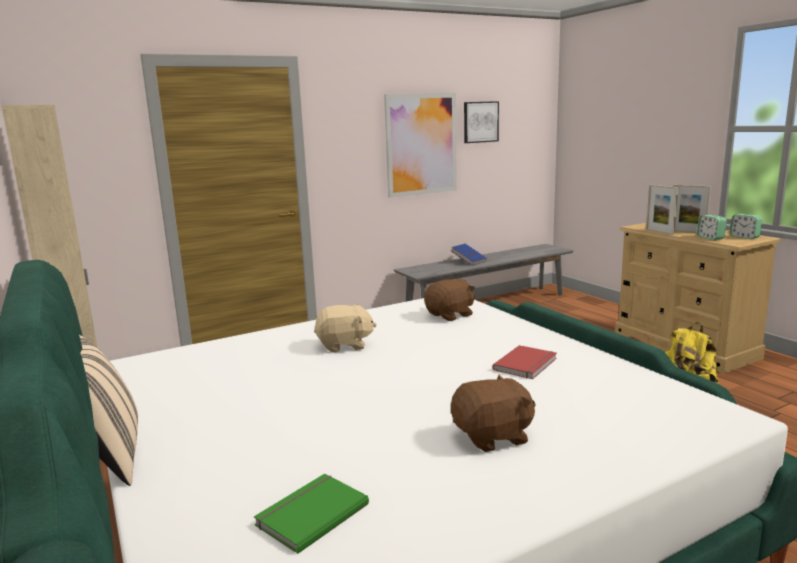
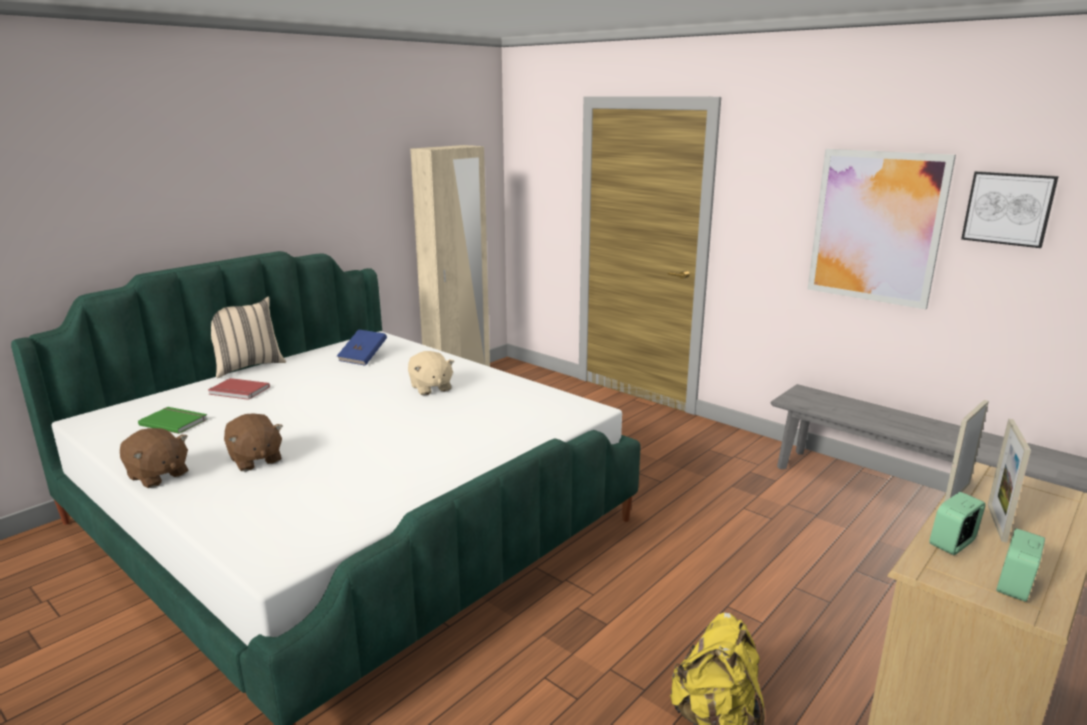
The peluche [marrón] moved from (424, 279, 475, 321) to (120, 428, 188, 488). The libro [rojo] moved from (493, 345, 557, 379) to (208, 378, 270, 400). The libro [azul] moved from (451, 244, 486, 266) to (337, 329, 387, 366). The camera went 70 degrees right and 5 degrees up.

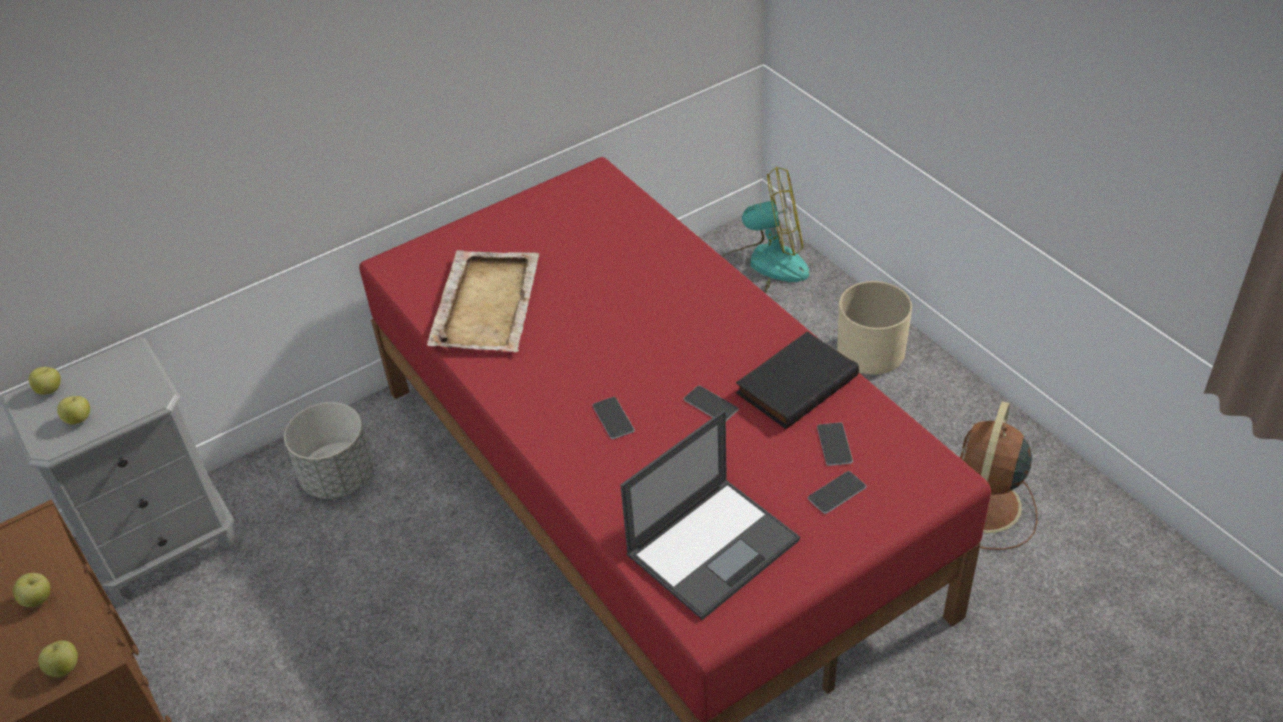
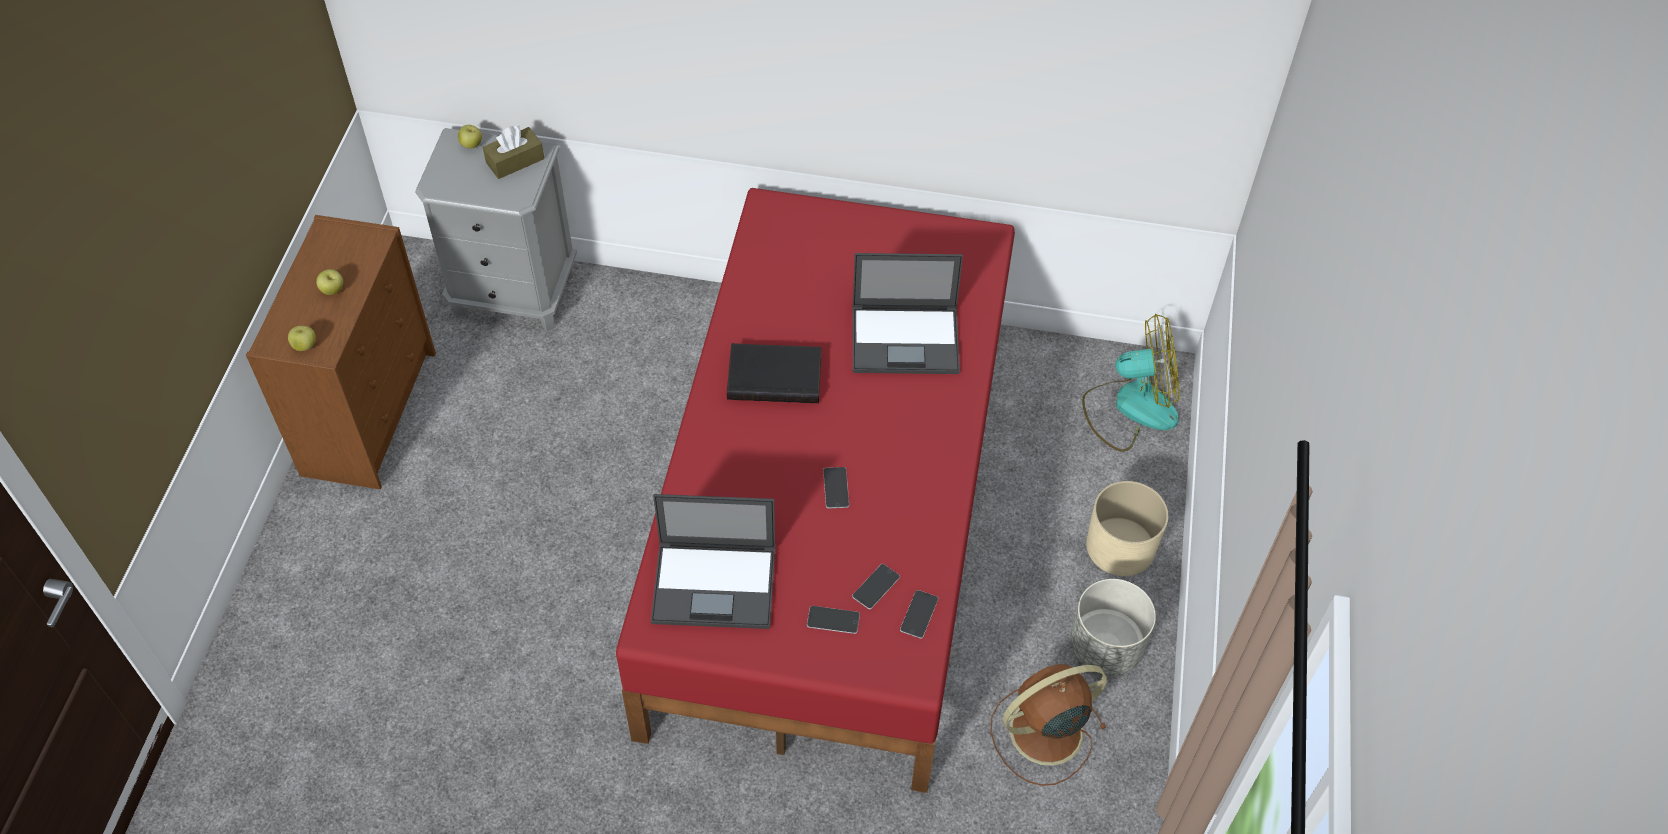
The caja de pañuelos [marrón] at (483, 126, 545, 179) appeared. The libro [negro] moved from (736, 331, 859, 429) to (727, 343, 821, 403). The portátil at (852, 253, 963, 374) appeared. The móvil moved from (592, 397, 635, 439) to (900, 590, 938, 639). The maceta [gris] moved from (284, 402, 374, 499) to (1070, 579, 1156, 675). The ventilador at (722, 167, 809, 294) turned 45 degrees counterclockwise. The manzana at (57, 396, 90, 425) disappeared. The bandeja [beis] at (427, 250, 540, 352) disappeared. The camera went 40 degrees right and 10 degrees up.

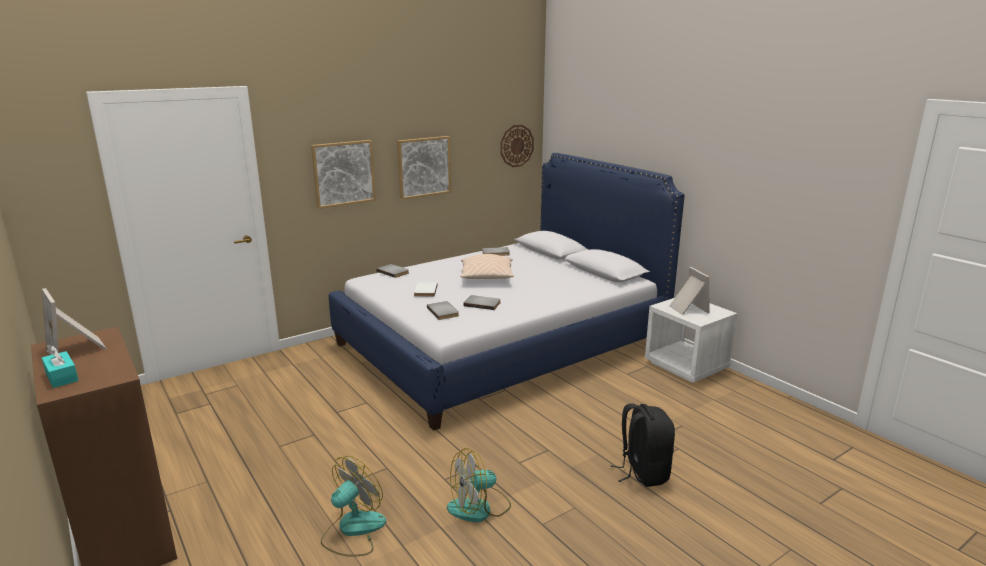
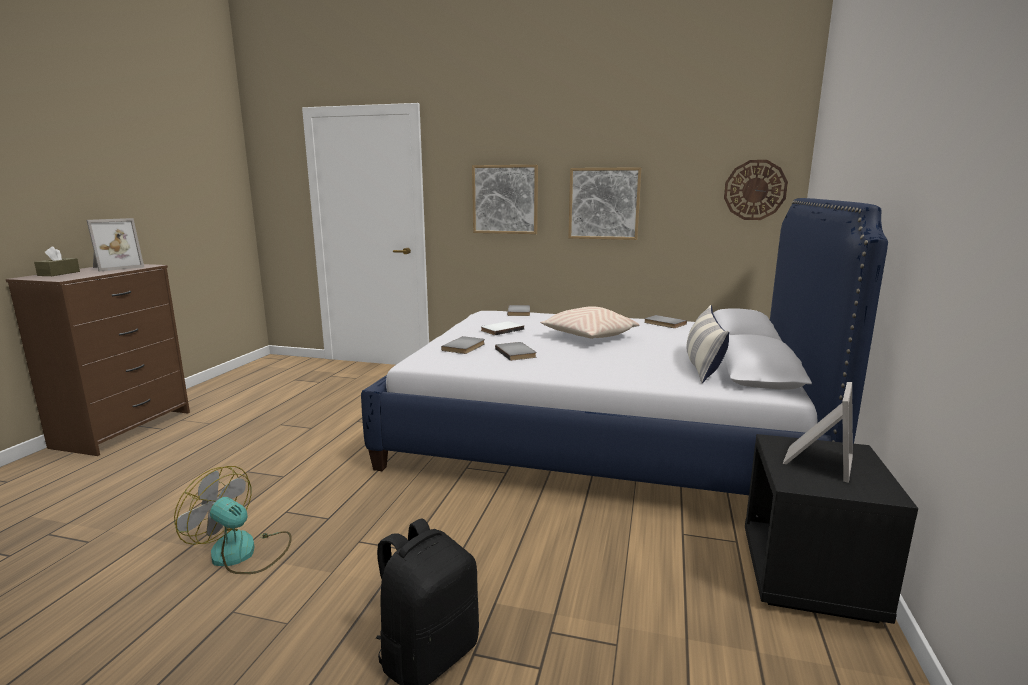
The caja de pañuelos [turquesa] at (42, 346, 79, 388) became the caja de pañuelos [marrón] at (34, 246, 80, 276). The portarretratos at (42, 288, 107, 355) turned 150 degrees counterclockwise. The cojín at (687, 305, 730, 383) appeared. The mesita de noche [blanco] at (645, 298, 737, 383) became the mesita de noche [negro] at (745, 434, 918, 624). The ventilador at (321, 456, 386, 557) disappeared. The camera went 50 degrees right and 5 degrees down.

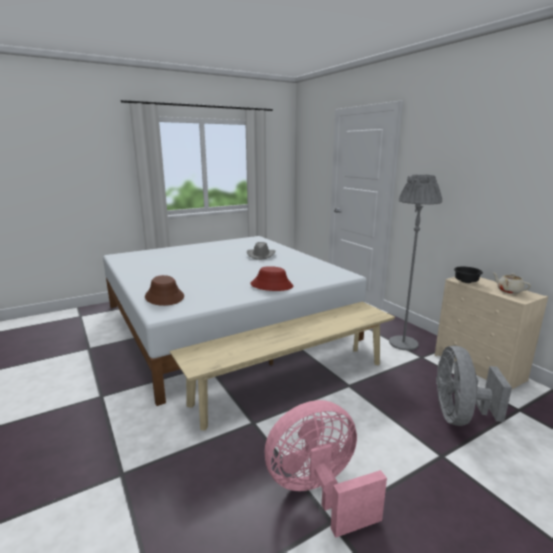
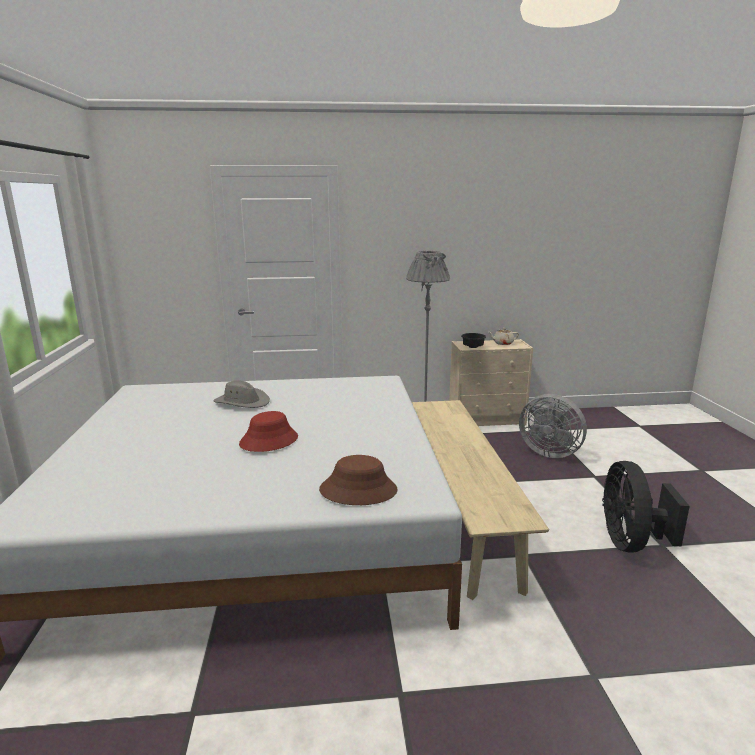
The sombrero [rojo] moved from (250, 266, 294, 291) to (239, 411, 298, 452). The ventilador [rosa] at (265, 400, 387, 538) became the ventilador [negro] at (602, 461, 690, 553). The camera went 65 degrees left and 0 degrees up.

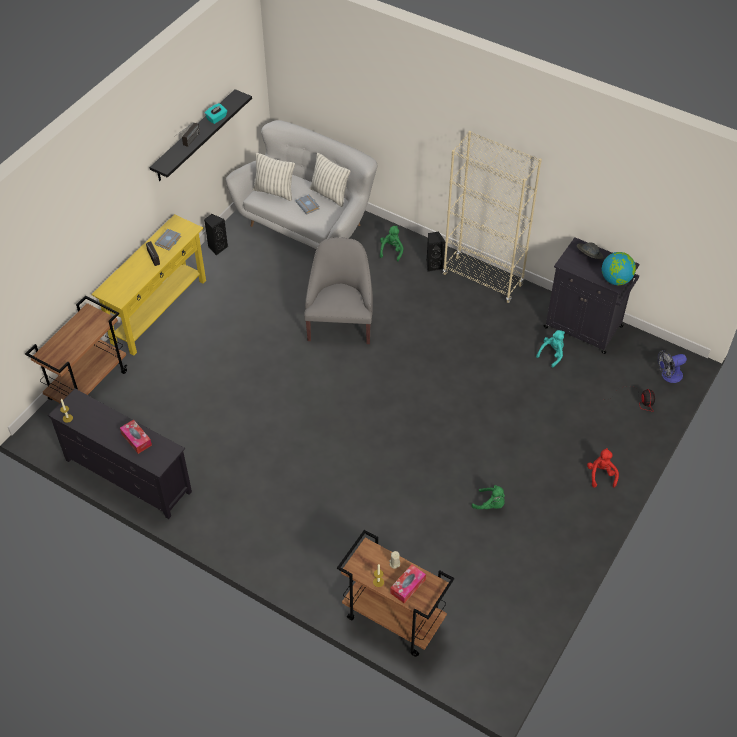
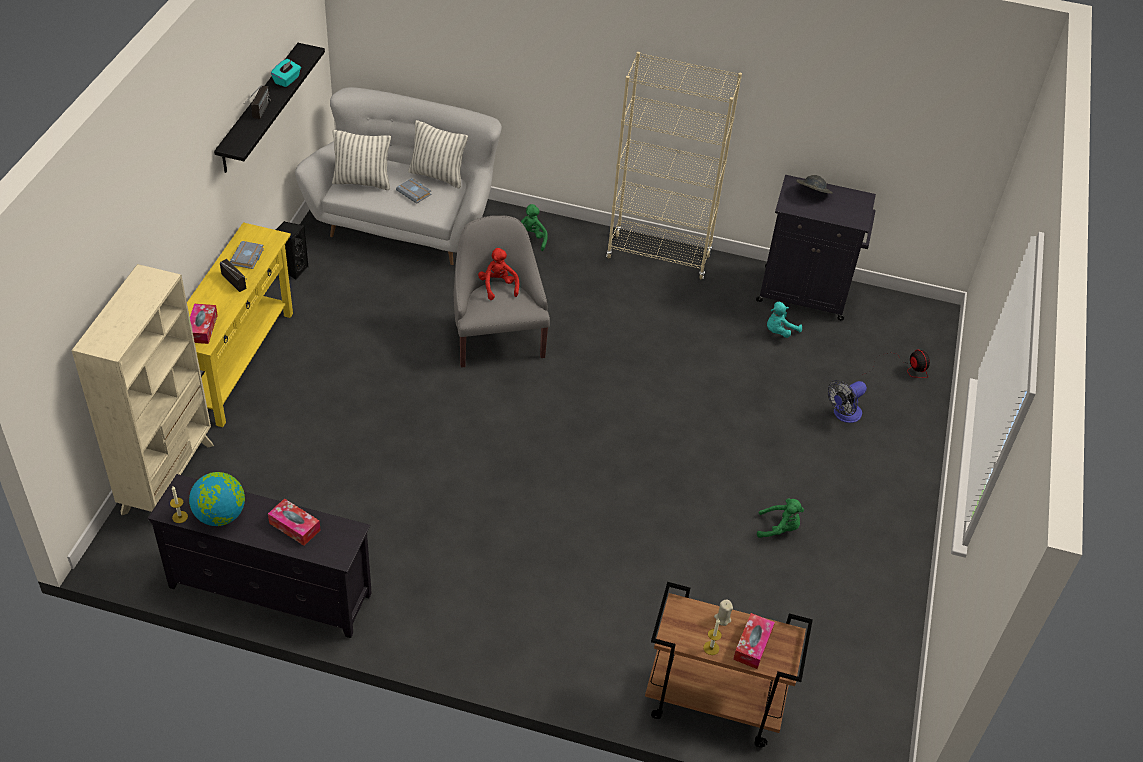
The carrito [marrón] at (25, 296, 128, 403) was replaced by the estantería [beis] at (72, 264, 214, 515). The globo terráqueo moved from (602, 252, 636, 285) to (189, 472, 245, 526). The caja de pañuelos at (190, 304, 218, 344) appeared. The peluche [rojo] moved from (587, 448, 619, 488) to (478, 248, 519, 300). The peluche [turquesa] at (536, 330, 565, 368) turned 150 degrees counterclockwise. The ventilador moved from (657, 350, 687, 383) to (828, 380, 867, 423). The altavoz [negro] at (426, 231, 445, 272) disappeared. The camera went 20 degrees left and 5 degrees down.

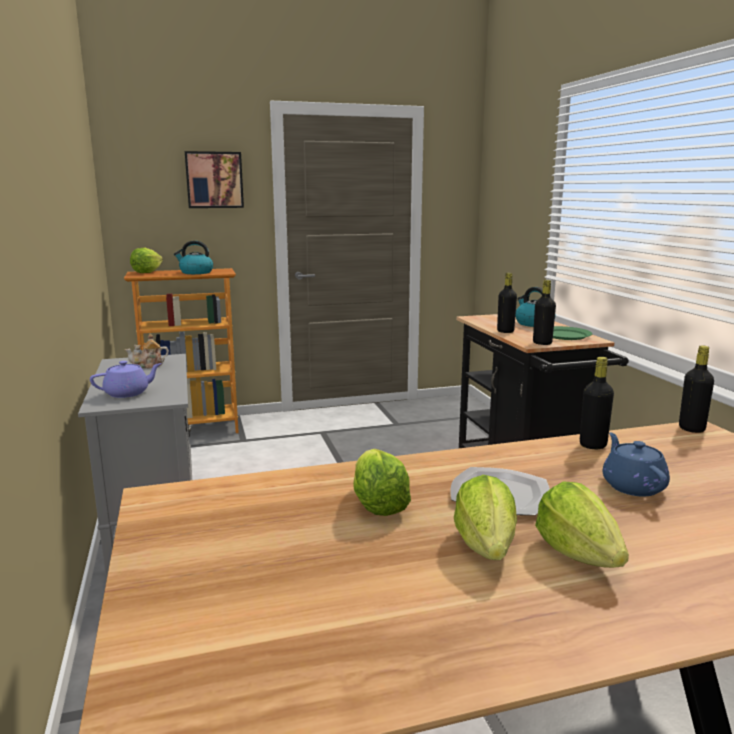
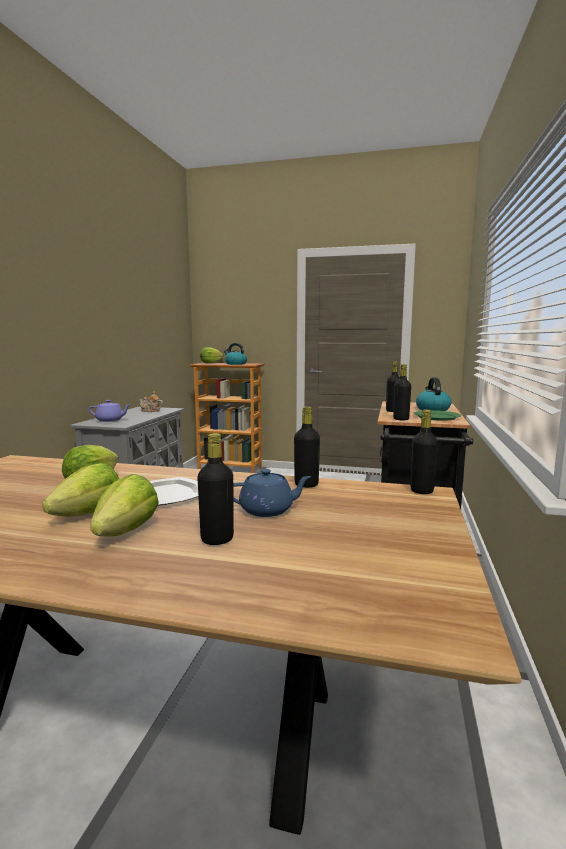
The botella [negro] at (197, 433, 234, 545) appeared. The tetera [azul] at (602, 432, 670, 496) turned 60 degrees clockwise. The cuadro at (185, 151, 244, 208) disappeared. The camera went 30 degrees right and 5 degrees down.

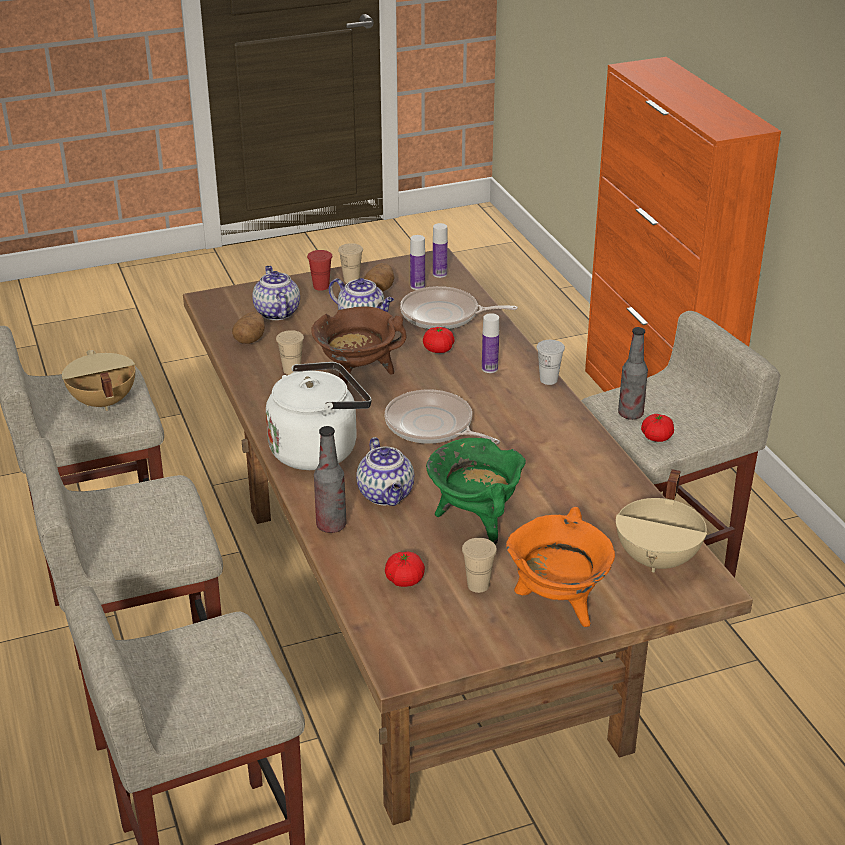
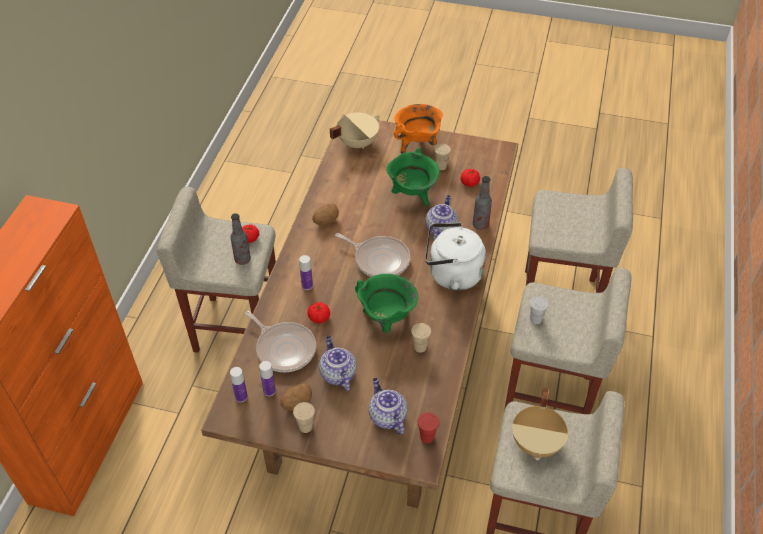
The patata moved from (232, 312, 265, 344) to (312, 203, 339, 226). The sartén at (385, 389, 500, 445) turned 45 degrees counterclockwise. The olla [marrón] at (312, 306, 407, 385) became the olla [verde] at (355, 274, 418, 333). The tetera at (252, 266, 300, 320) turned 135 degrees clockwise. The taza [rojo] moved from (307, 250, 332, 291) to (417, 412, 439, 443). The taza [blanco] moved from (537, 340, 565, 385) to (530, 296, 549, 324). The camera went 145 degrees left and 15 degrees up.

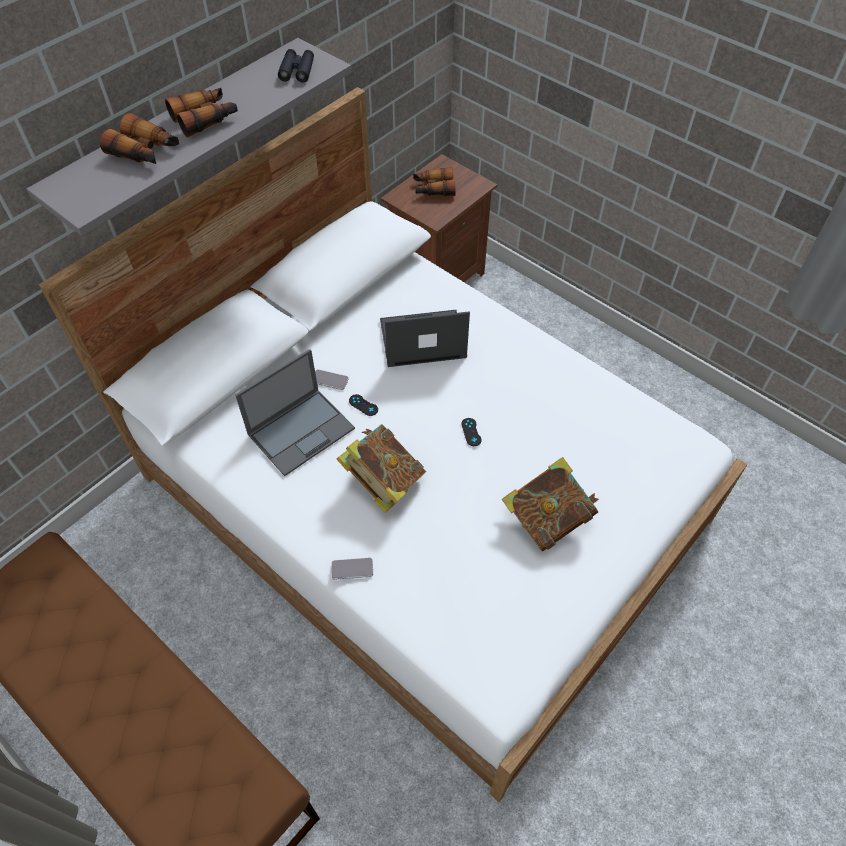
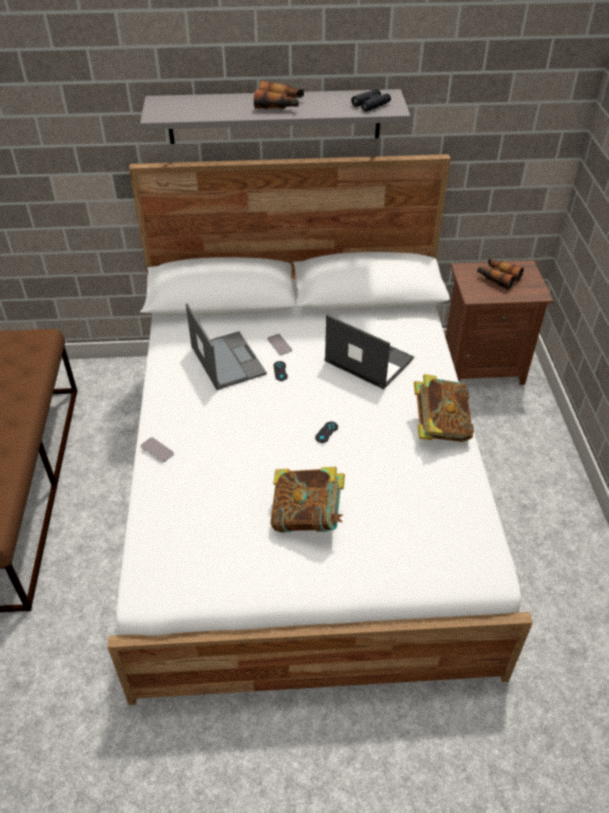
The portátil at (235, 349, 355, 476) turned 120 degrees counterclockwise. The libro moved from (336, 424, 426, 513) to (414, 374, 474, 442). The prismáticos at (100, 113, 179, 164) disappeared. The camera went 45 degrees right and 10 degrees down.

